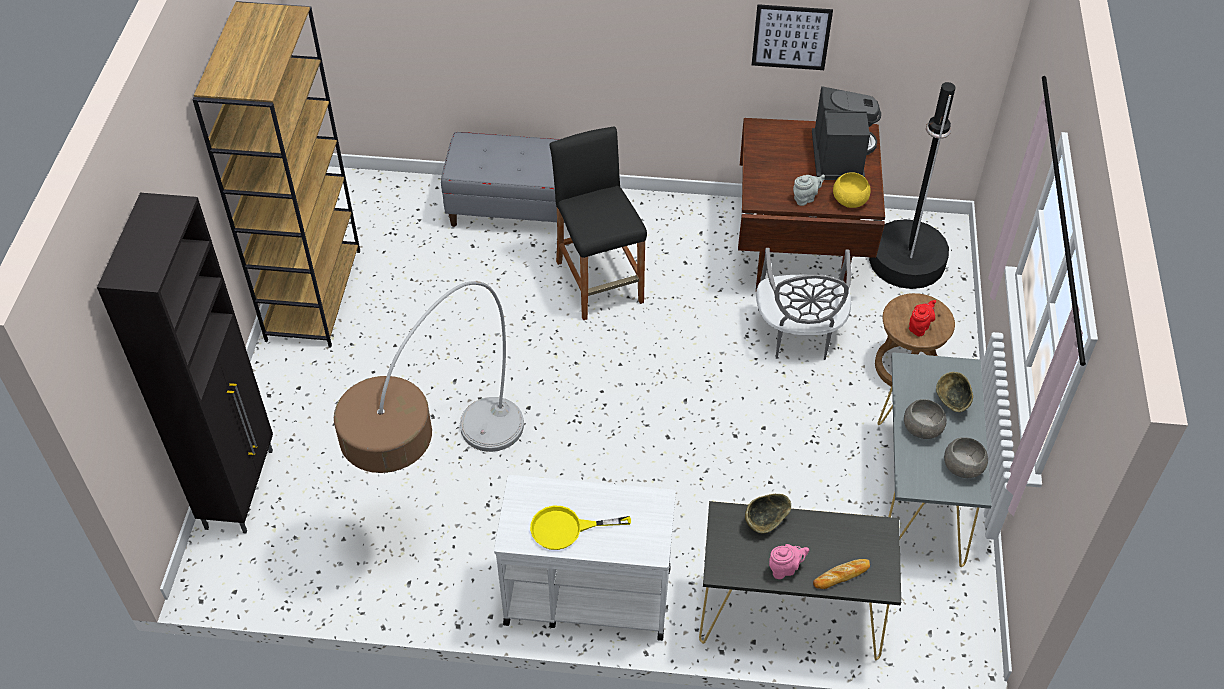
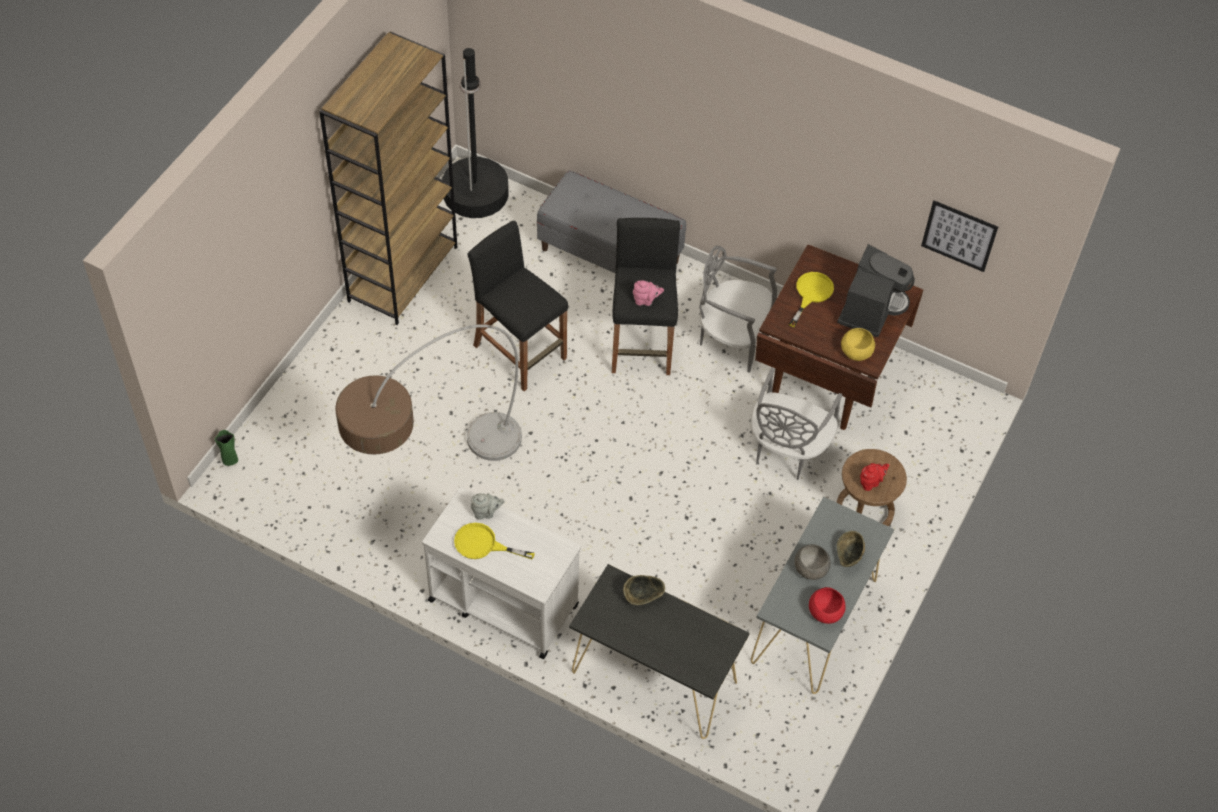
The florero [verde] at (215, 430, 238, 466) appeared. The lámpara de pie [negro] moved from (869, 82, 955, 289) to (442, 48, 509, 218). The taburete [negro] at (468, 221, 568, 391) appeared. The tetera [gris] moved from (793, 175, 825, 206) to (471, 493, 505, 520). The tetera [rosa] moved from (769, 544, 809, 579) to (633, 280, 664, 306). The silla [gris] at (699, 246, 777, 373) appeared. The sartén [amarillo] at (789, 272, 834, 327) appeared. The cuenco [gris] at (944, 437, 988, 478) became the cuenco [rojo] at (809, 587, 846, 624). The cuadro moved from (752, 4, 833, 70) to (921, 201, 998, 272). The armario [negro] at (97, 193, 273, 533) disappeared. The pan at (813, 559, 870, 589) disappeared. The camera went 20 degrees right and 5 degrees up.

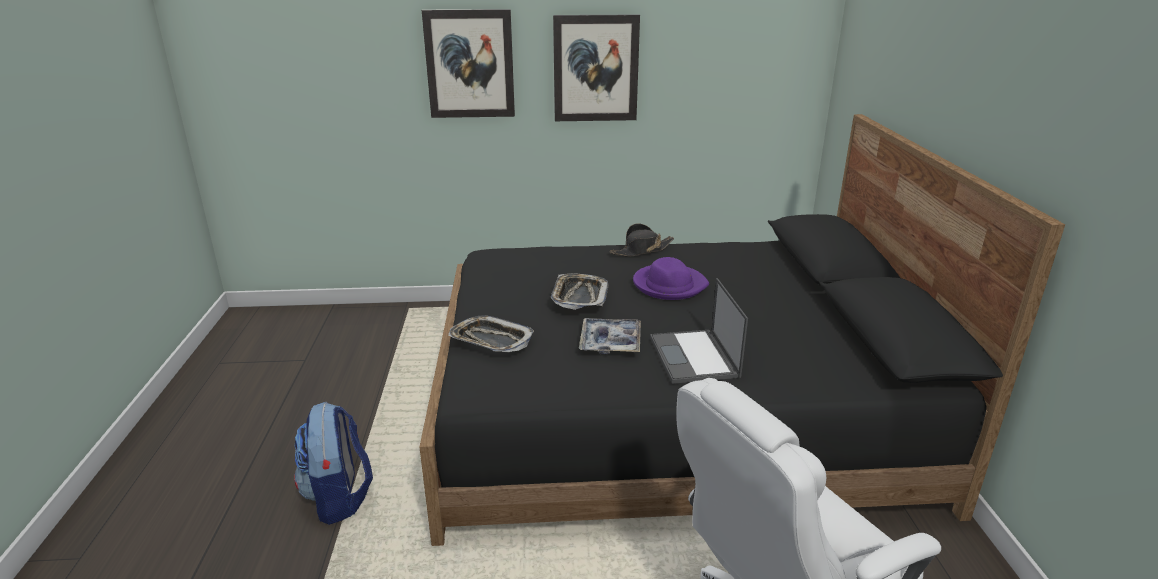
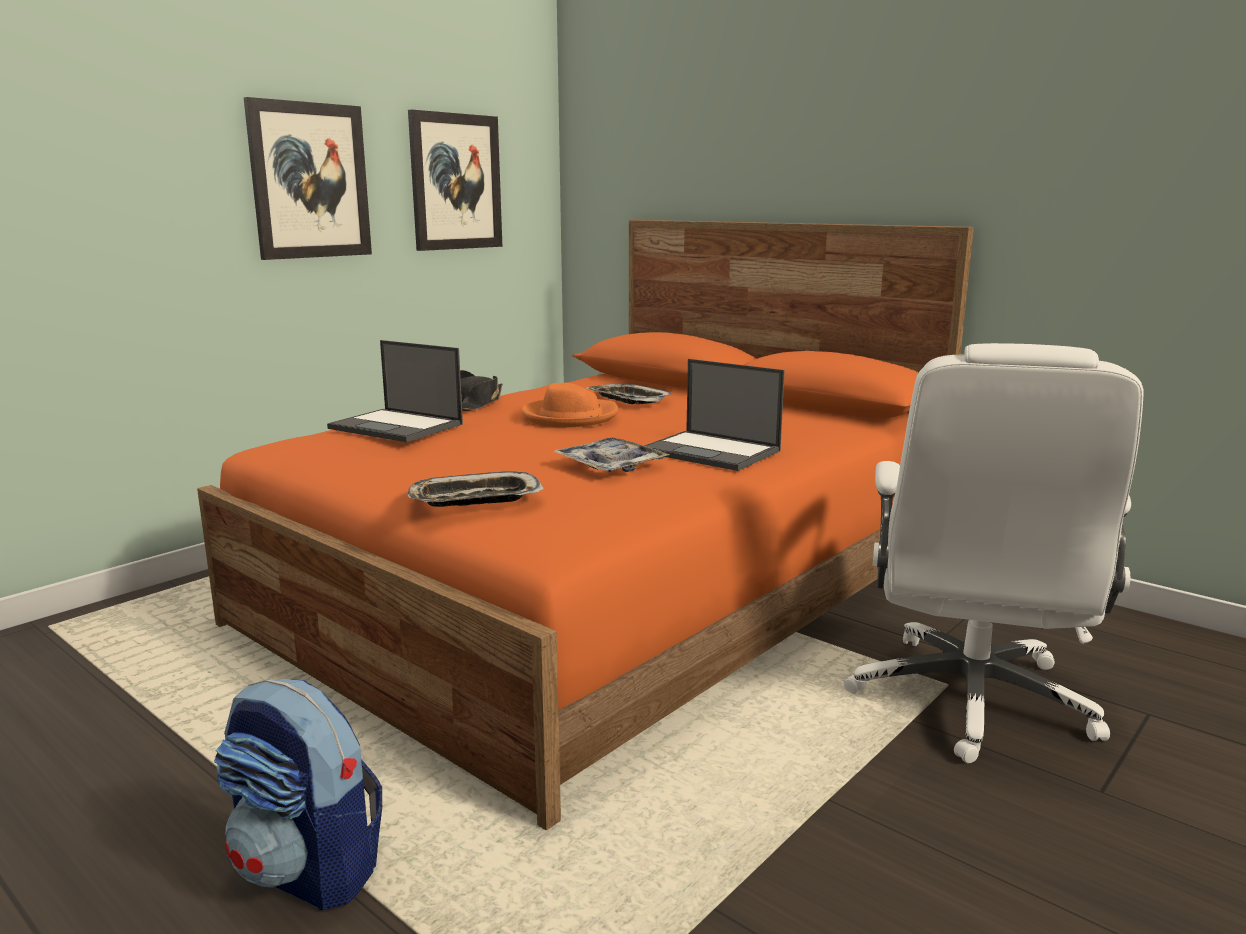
The cama [negro] at (419, 114, 1065, 546) became the cama [naranja] at (197, 220, 974, 830). The portátil at (327, 340, 463, 442) appeared. The cuadro moved from (422, 9, 515, 118) to (408, 110, 502, 251). The sombrero [morado] at (633, 257, 709, 300) became the sombrero [naranja] at (521, 383, 618, 428). The bandeja moved from (551, 273, 609, 310) to (587, 384, 674, 404). The camera went 45 degrees left and 10 degrees down.

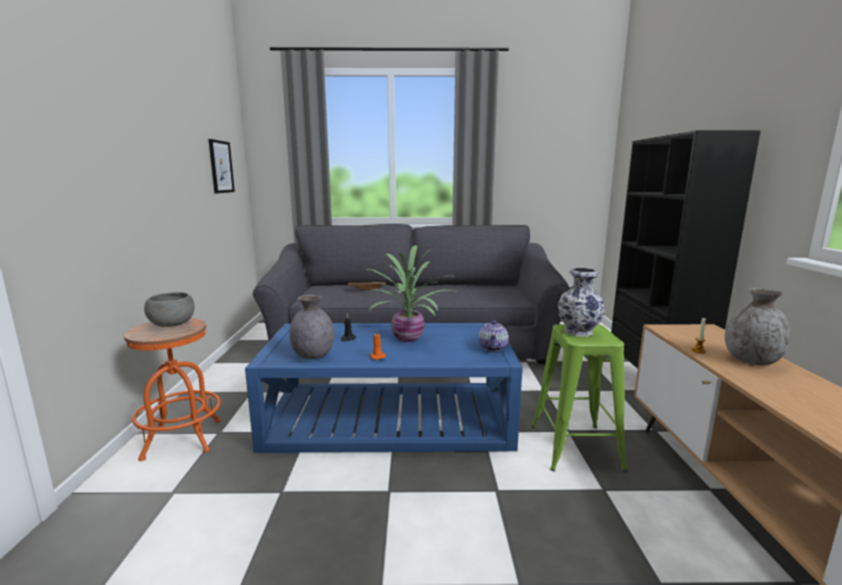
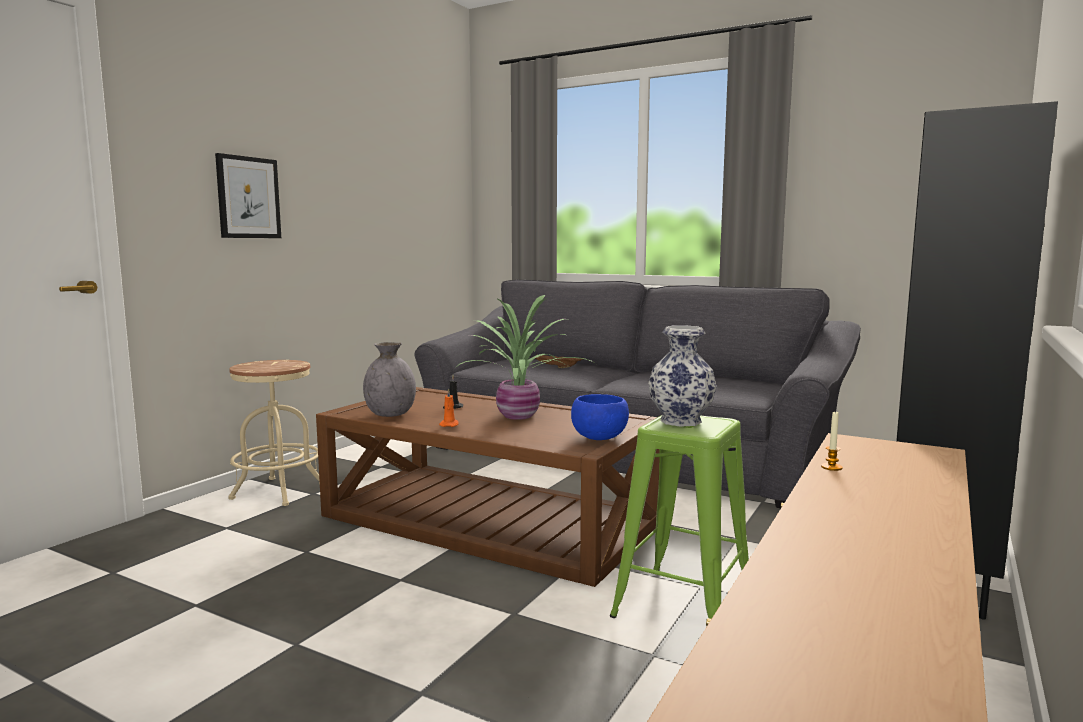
The cuadro moved from (208, 139, 235, 193) to (215, 153, 281, 238). The taburete [naranja] at (124, 318, 221, 461) became the taburete [beis] at (228, 360, 320, 506). The mesa de centro [azul] at (245, 323, 523, 453) became the mesa de centro [marrón] at (316, 387, 659, 587). The tetera at (479, 320, 509, 351) was replaced by the cuenco [azul] at (571, 394, 629, 440). The cuenco [gris] at (144, 292, 195, 327) disappeared. The florero [gris] at (725, 288, 791, 365) disappeared. The camera went 30 degrees right and 5 degrees down.

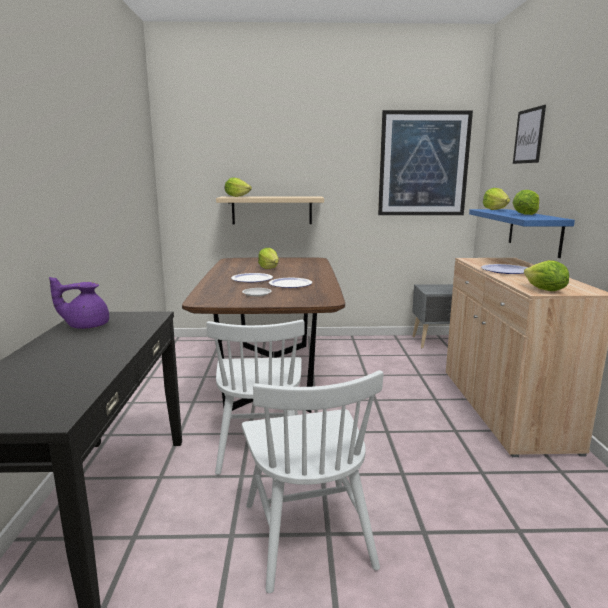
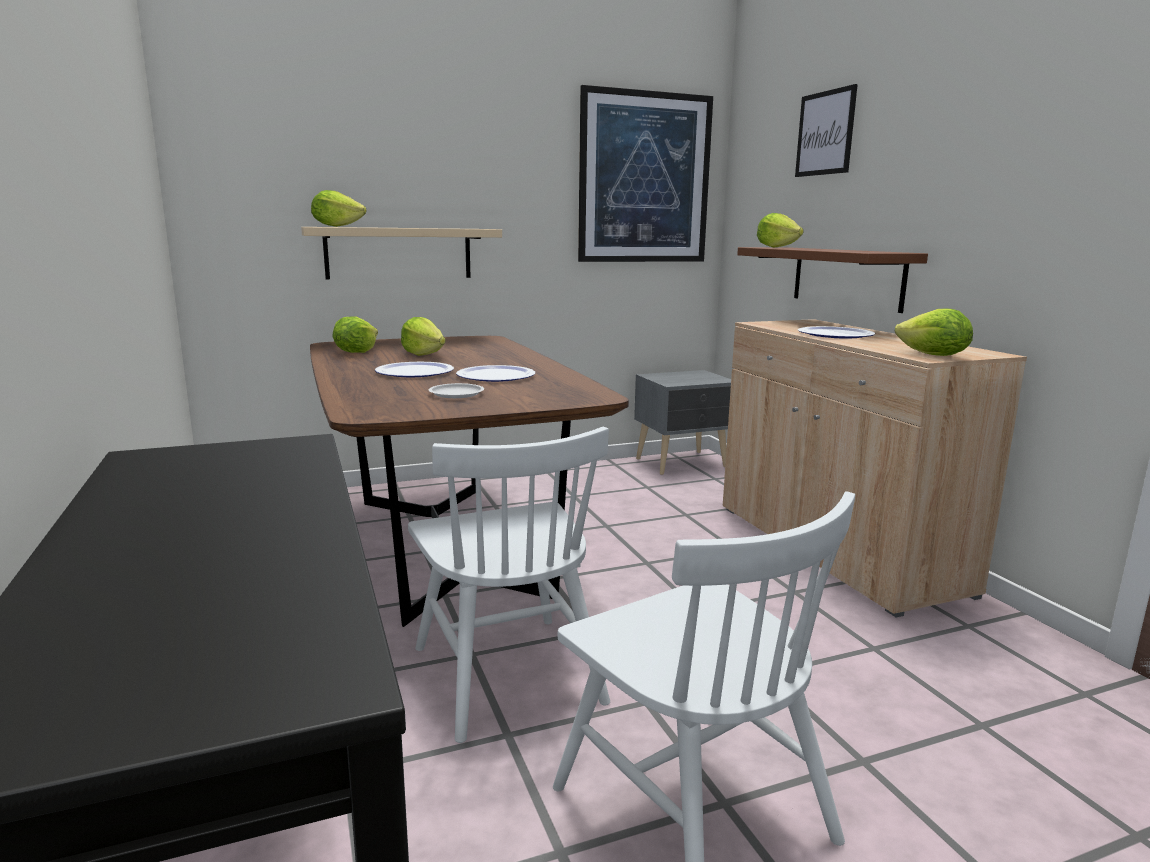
The lechuga moved from (513, 190, 539, 215) to (332, 316, 378, 353). The estante [azul] at (469, 209, 575, 258) became the estante [marrón] at (737, 247, 928, 313). The tetera [morado] at (49, 277, 109, 329) disappeared. The camera went 20 degrees left and 0 degrees up.

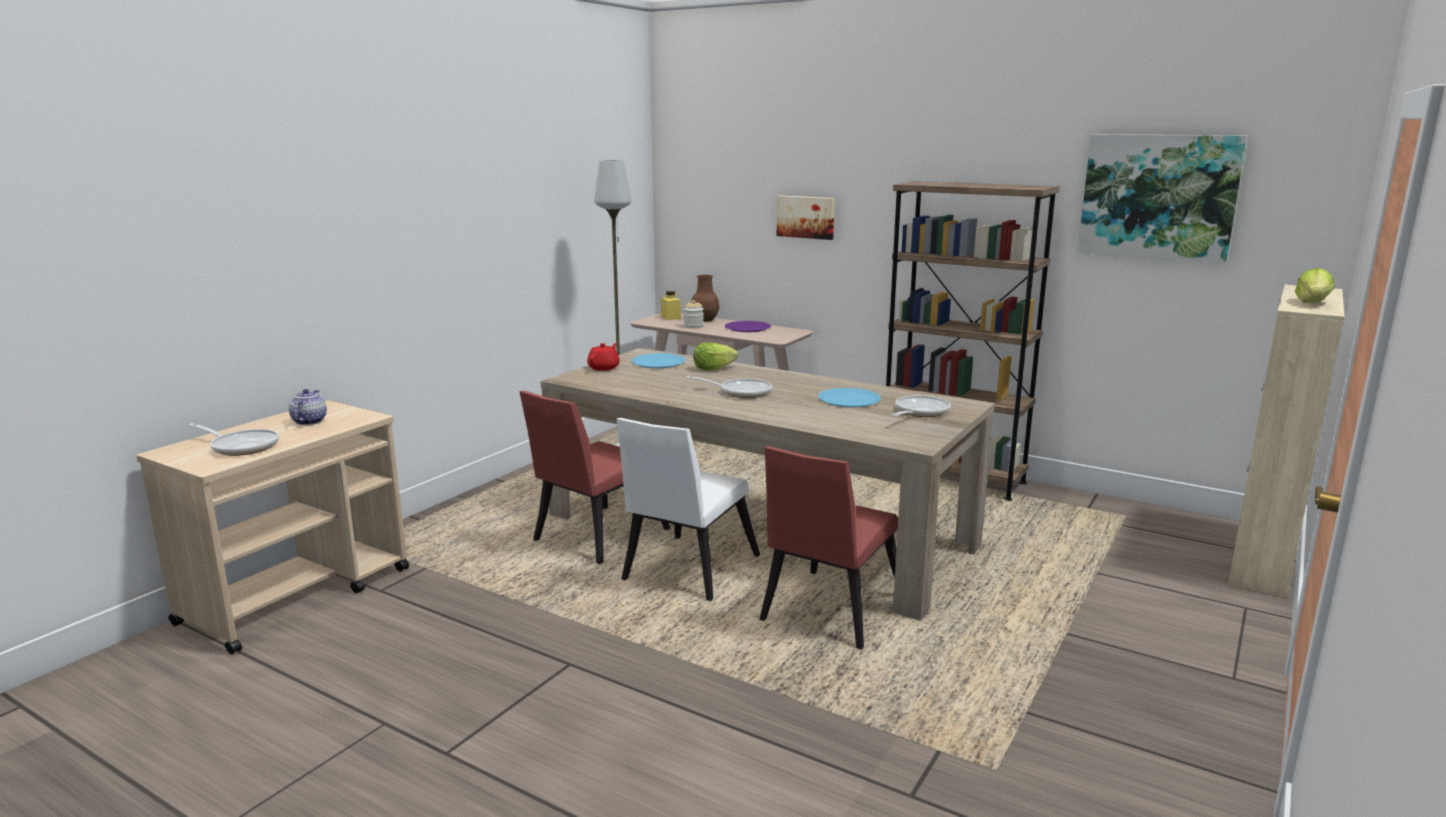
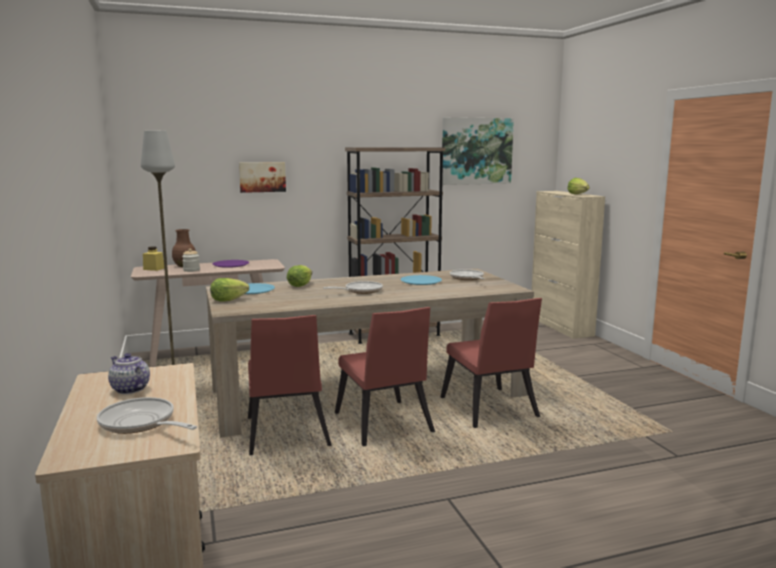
The sartén at (189, 423, 279, 456) turned 120 degrees counterclockwise. The tetera [rojo] at (587, 343, 620, 371) was replaced by the lechuga at (210, 278, 249, 302). The silla [blanco] at (617, 418, 760, 601) became the silla [rojo] at (335, 307, 435, 447). The camera went 50 degrees left and 5 degrees down.

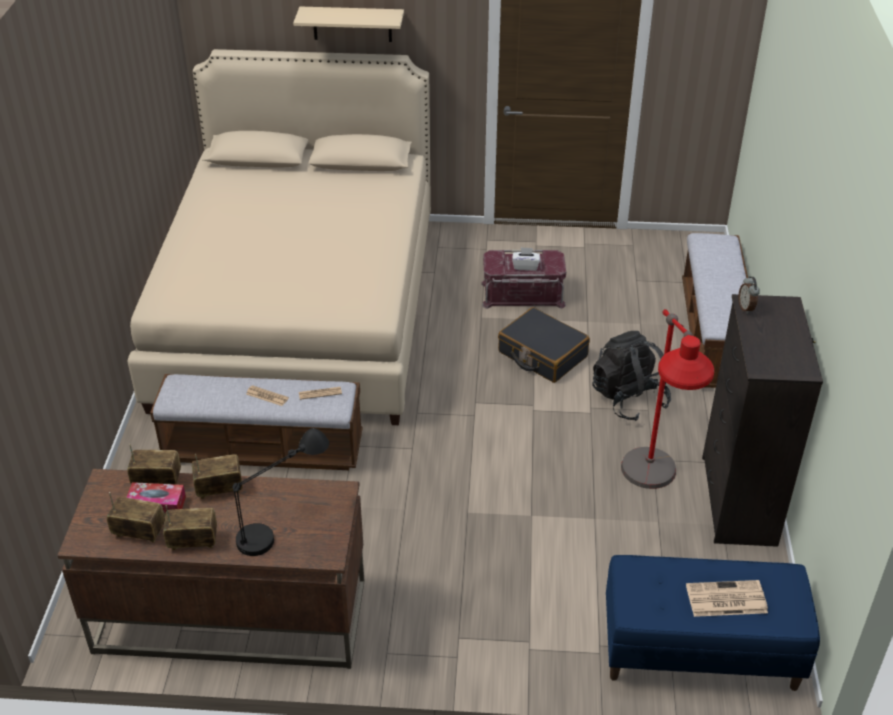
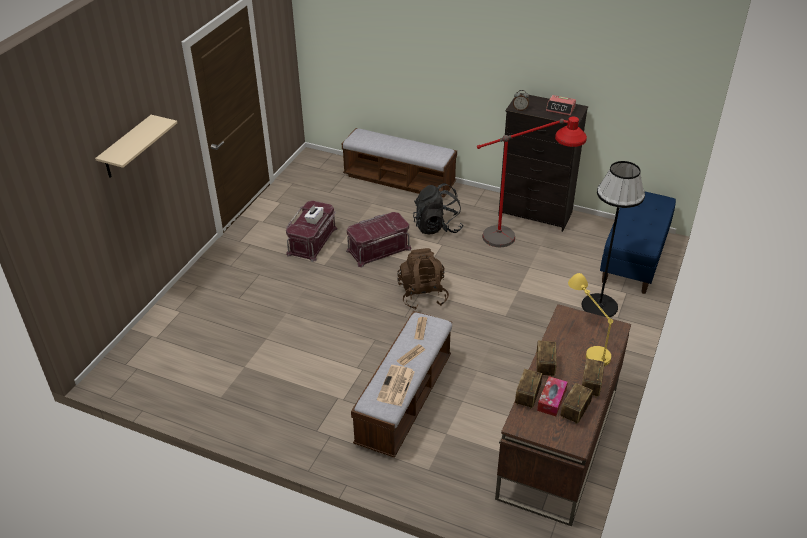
The maleta [negro] at (498, 307, 590, 383) was replaced by the caja de almacenaje [rojo] at (346, 212, 412, 267). The periódico moved from (686, 580, 768, 617) to (377, 365, 415, 406). The mochila [marrón] at (398, 248, 449, 309) appeared. The despertador at (546, 95, 576, 116) appeared. The lámpara de mesa [negro] at (233, 428, 329, 556) became the lámpara de mesa [amarillo] at (568, 273, 613, 366). The lámpara de pie [negro] at (582, 161, 645, 317) appeared. The cama [beis] at (127, 49, 431, 425) disappeared. The camera went 70 degrees left and 0 degrees up.

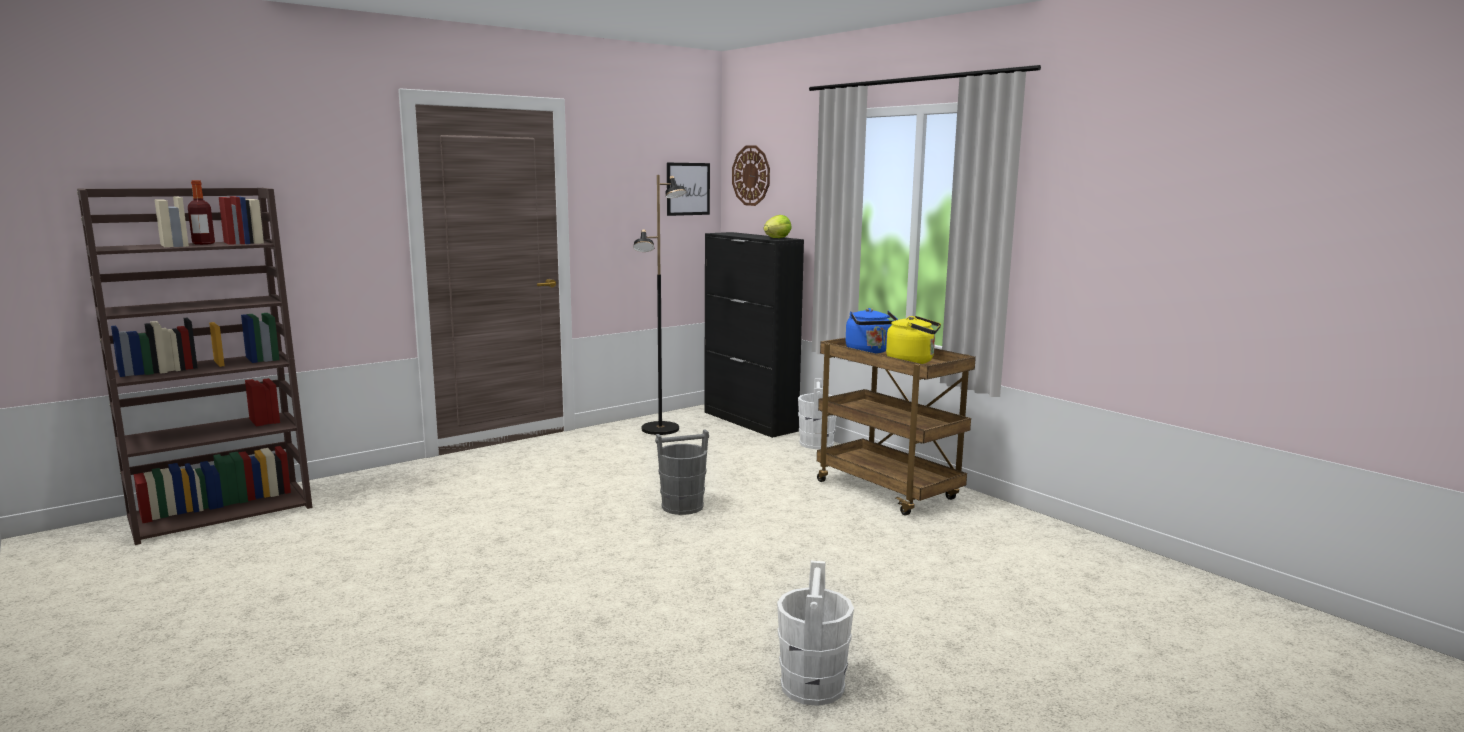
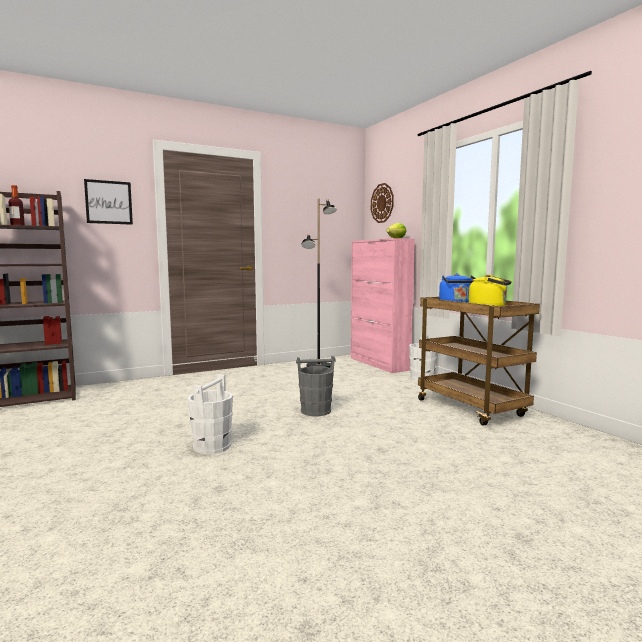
The cuadro moved from (667, 163, 710, 216) to (84, 179, 133, 225). The cubo [blanco] moved from (777, 561, 854, 706) to (188, 374, 233, 454). The armario [negro] at (704, 232, 804, 438) became the armario [rosa] at (351, 238, 415, 373). The camera went 10 degrees right and 5 degrees down.

